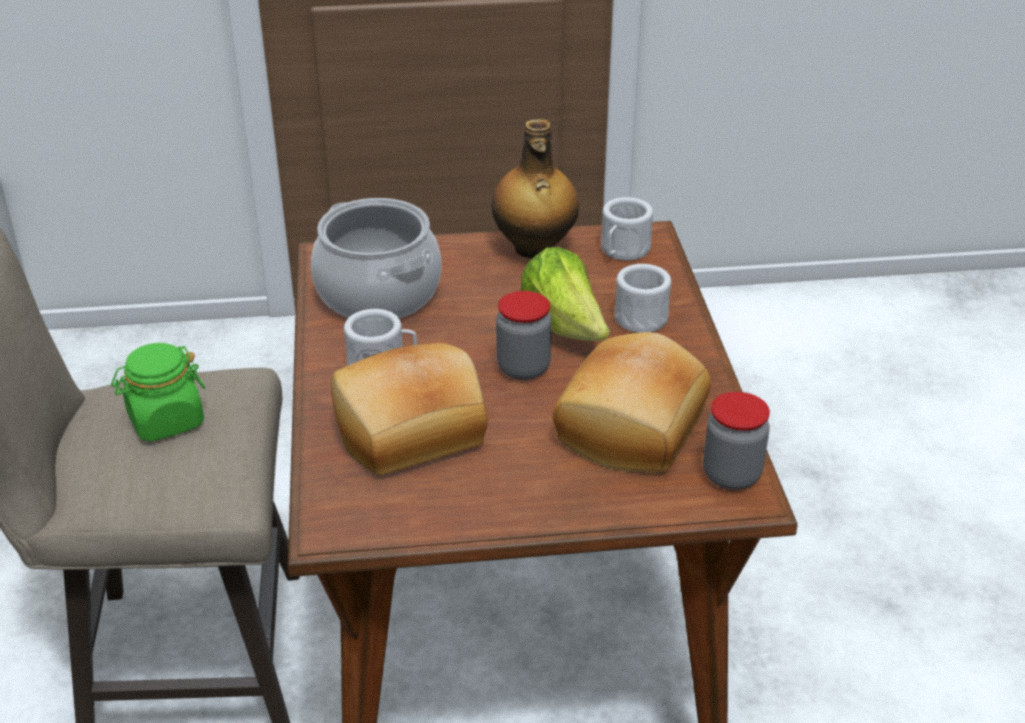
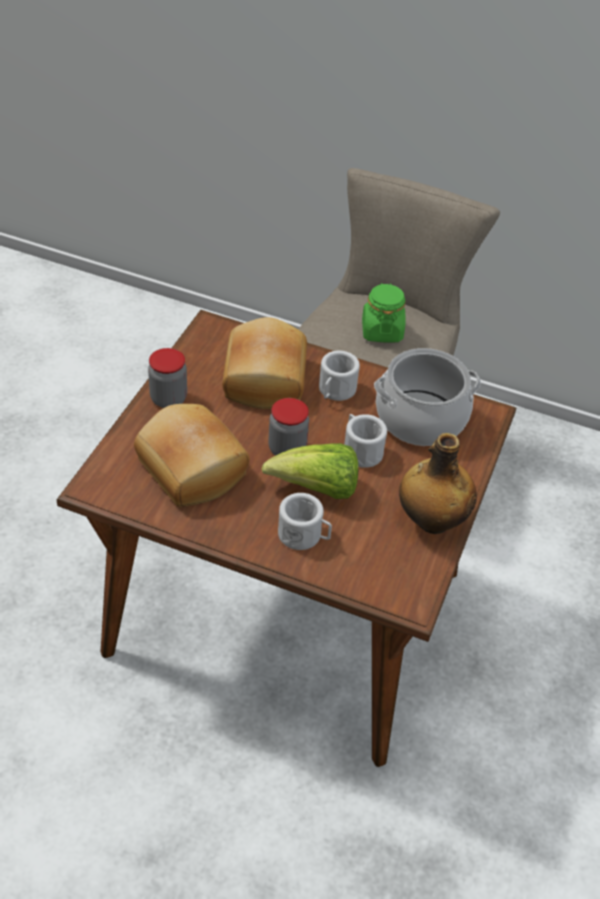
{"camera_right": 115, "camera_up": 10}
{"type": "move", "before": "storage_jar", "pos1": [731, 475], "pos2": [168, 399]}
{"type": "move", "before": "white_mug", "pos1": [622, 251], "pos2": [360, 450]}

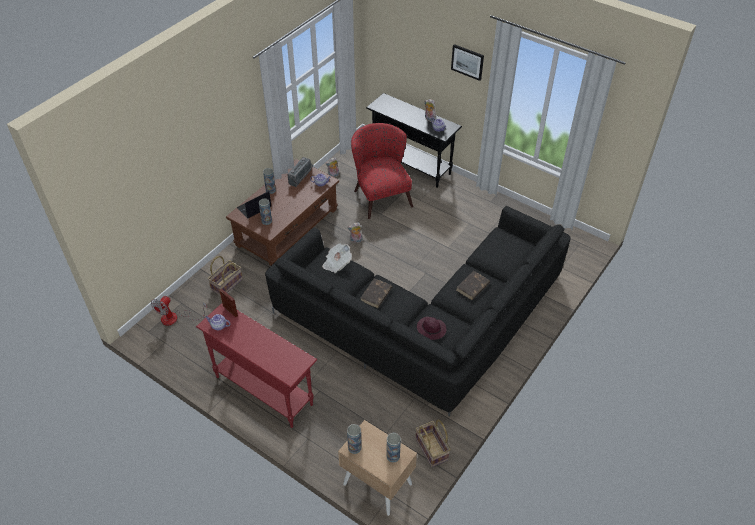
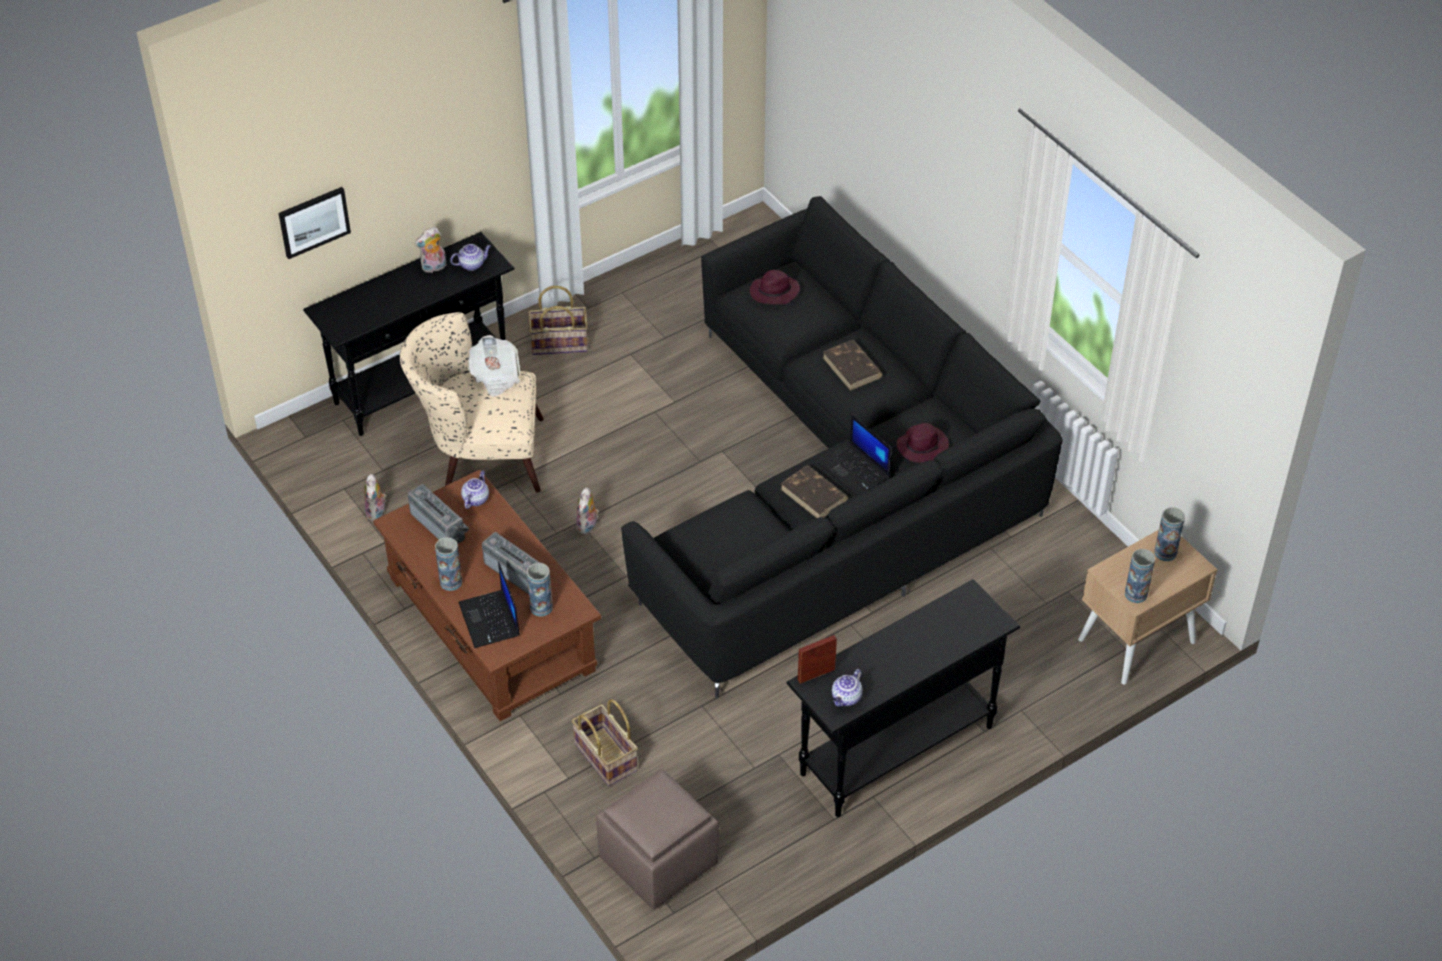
{"camera_right": -70, "camera_up": 0}
{"type": "move", "before": "picture", "pos1": [467, 62], "pos2": [314, 221]}
{"type": "recolor", "before": "red-coloured_armchair", "after": "beige-coloured_armchair", "pos1": [380, 195], "pos2": [479, 455]}
{"type": "move", "before": "printed_paper", "pos1": [337, 263], "pos2": [495, 376]}
{"type": "insert", "after": "radio_receiver", "pos2": [517, 572]}
{"type": "move", "before": "basket", "pos1": [432, 449], "pos2": [559, 342]}
{"type": "replace", "before": "fan", "after": "brownish_pouffe", "pos1": [175, 318], "pos2": [658, 859]}
{"type": "insert", "after": "purplish_hat", "pos2": [773, 293]}
{"type": "recolor", "before": "red-coloured_narrow_table", "after": "blackish_narrow_table", "pos1": [264, 390], "pos2": [895, 750]}
{"type": "insert", "after": "portable_computer", "pos2": [855, 470]}

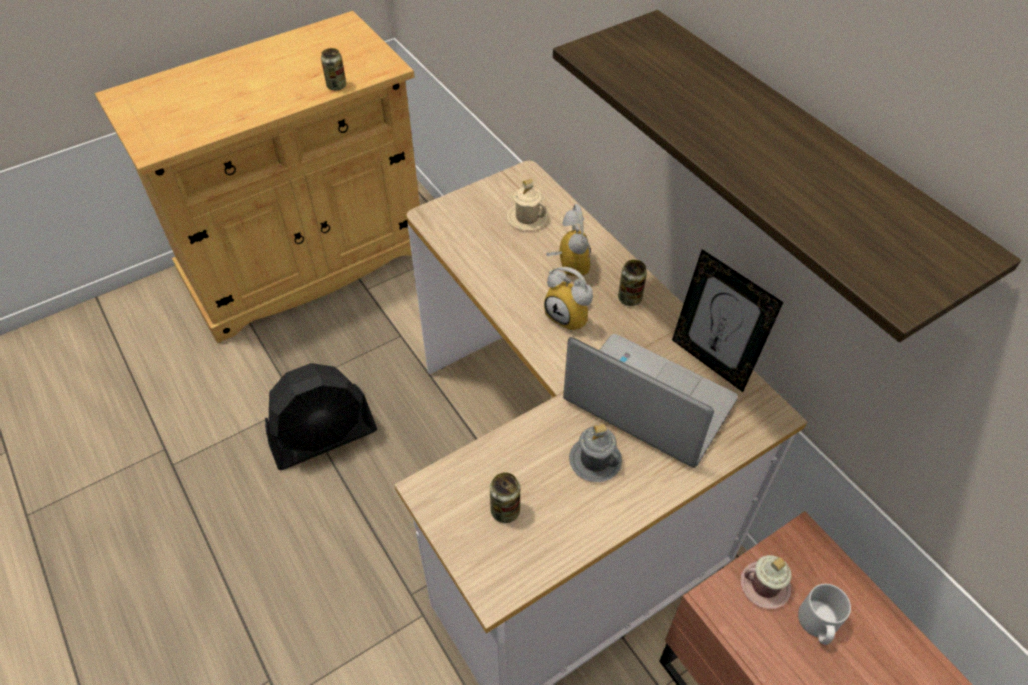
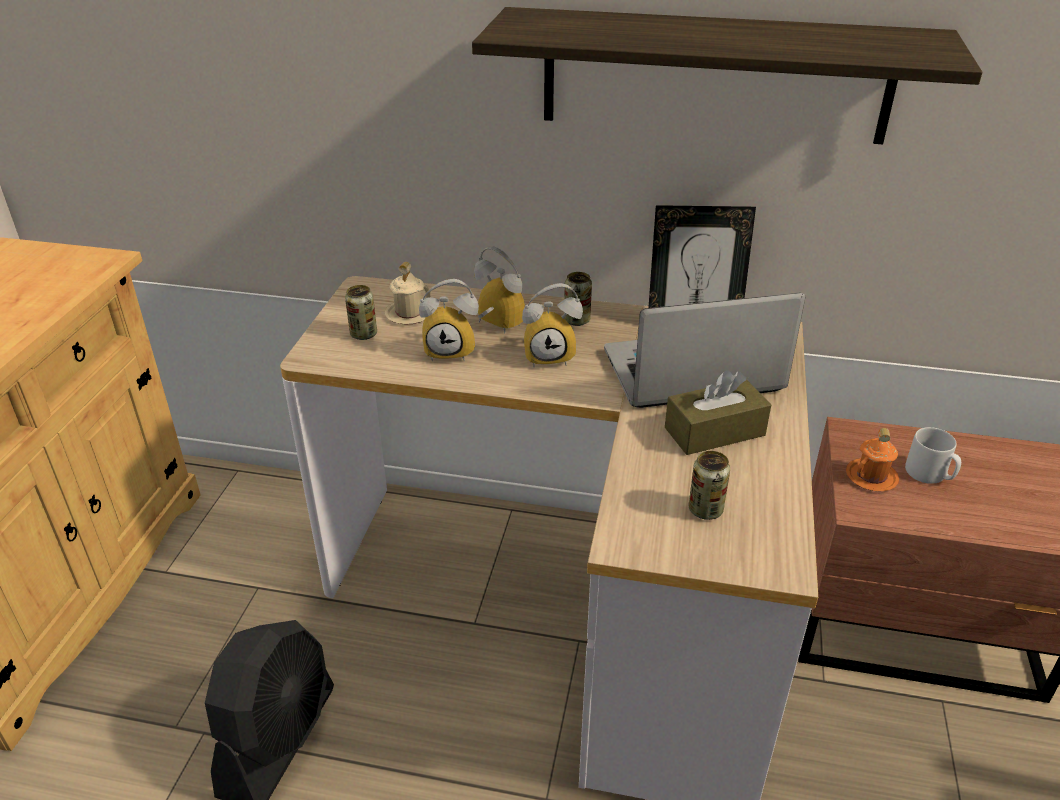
{"camera_right": -45, "camera_up": -15}
{"type": "move", "before": "can", "pos1": [336, 86], "pos2": [363, 334]}
{"type": "insert", "after": "alarm_clock", "pos2": [452, 351]}
{"type": "replace", "before": "greyish_mug", "after": "brownish_tissue_holder", "pos1": [595, 460], "pos2": [714, 431]}
{"type": "recolor", "before": "pink_mug", "after": "orange_mug", "pos1": [765, 586], "pos2": [871, 477]}

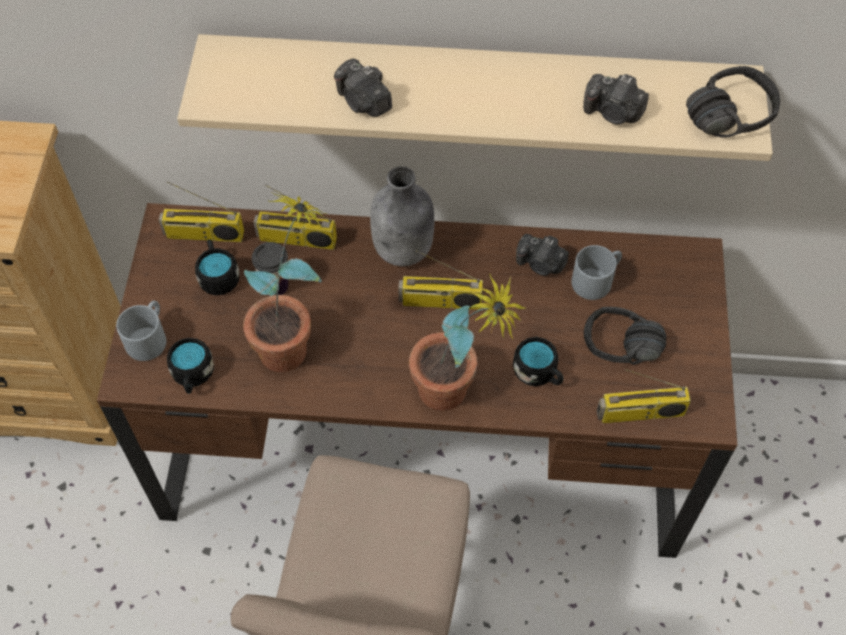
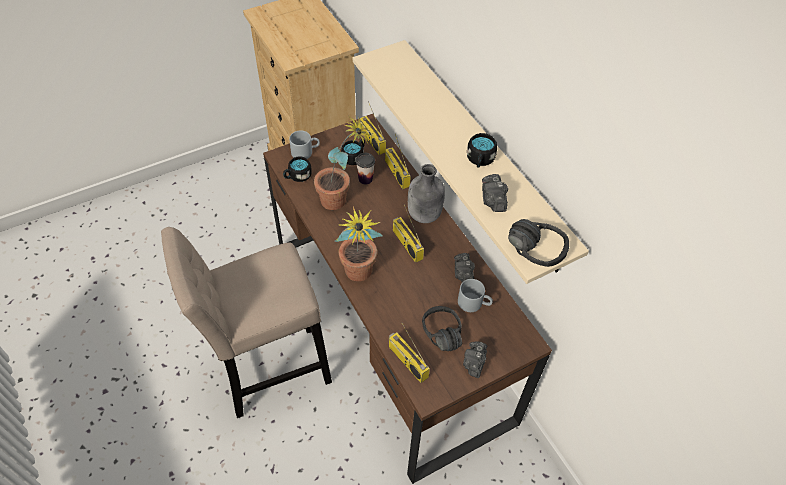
{"camera_right": 55, "camera_up": -5}
{"type": "move", "before": "still_camera", "pos1": [363, 102], "pos2": [474, 364]}
{"type": "move", "before": "blackish_mug", "pos1": [538, 373], "pos2": [479, 160]}

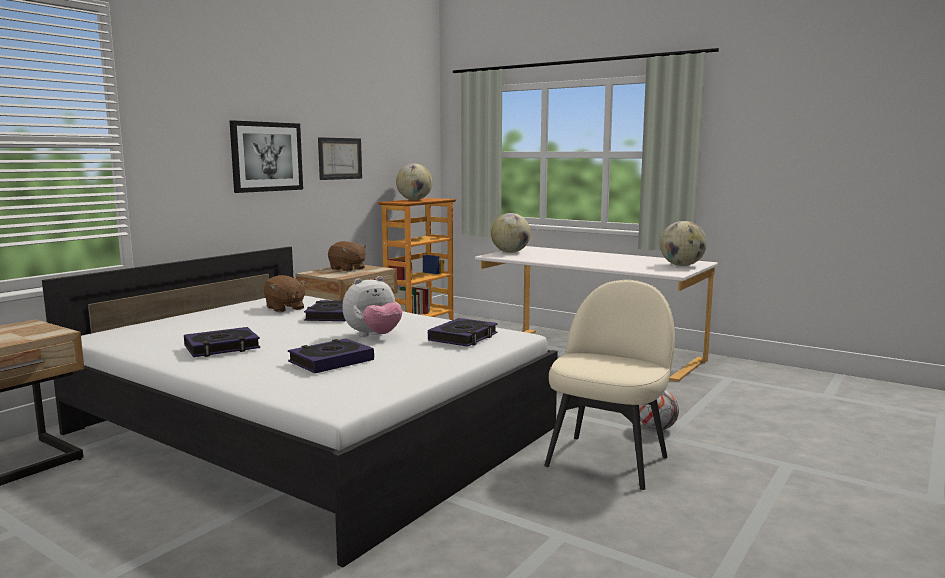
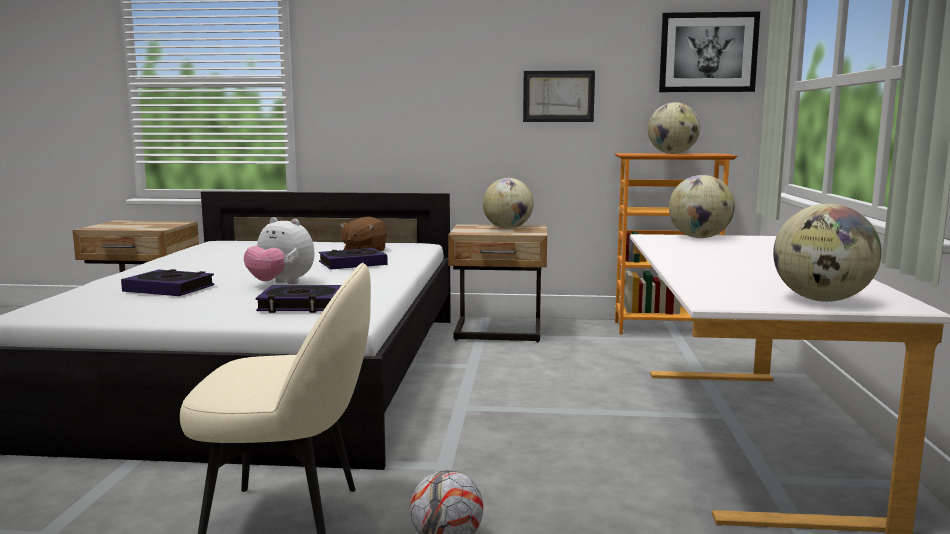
{"camera_right": 60, "camera_up": 0}
{"type": "replace", "before": "brownish_soft_toy", "after": "desk_globe", "pos1": [347, 269], "pos2": [508, 228]}
{"type": "move", "before": "picture", "pos1": [266, 156], "pos2": [708, 52]}
{"type": "delete", "before": "volume", "pos1": [222, 347]}

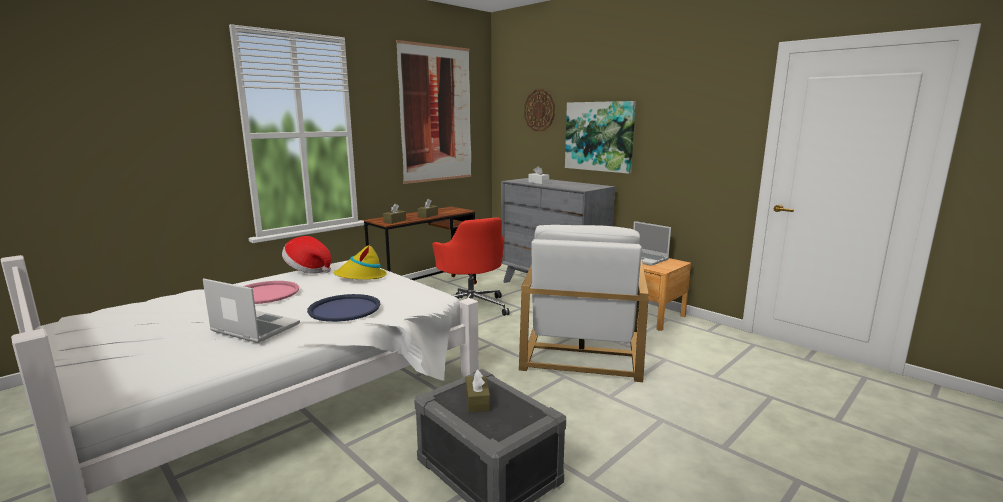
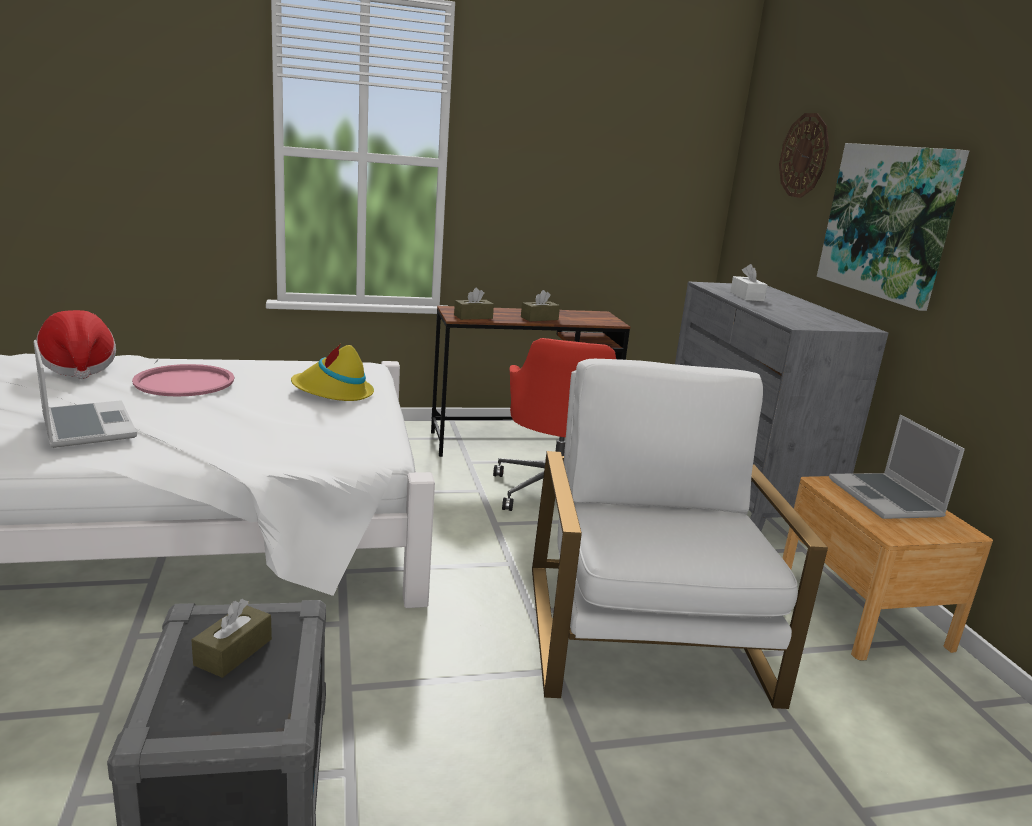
{"camera_right": 30, "camera_up": 5}
{"type": "move", "before": "hat", "pos1": [308, 270], "pos2": [78, 367]}
{"type": "rotate", "before": "white_armchair", "pos1": [581, 349], "pos2": [648, 633], "turn": 135}
{"type": "delete", "before": "blue-coloured_carrying_tray", "pos1": [344, 309]}
{"type": "delete", "before": "picture", "pos1": [436, 114]}

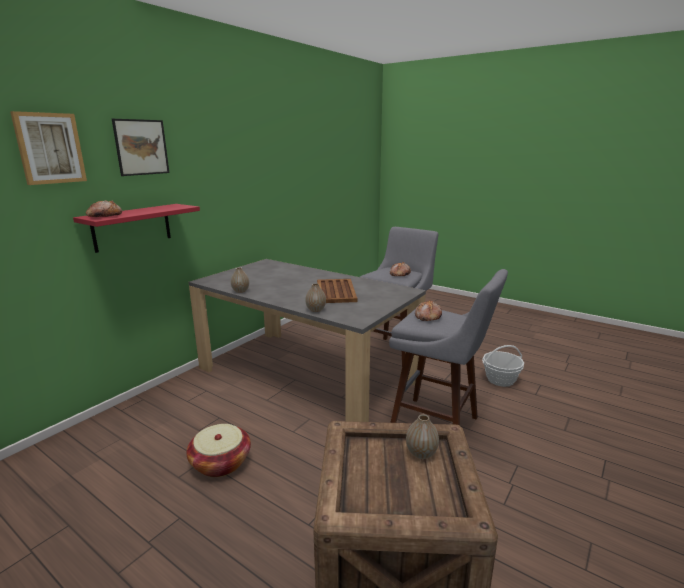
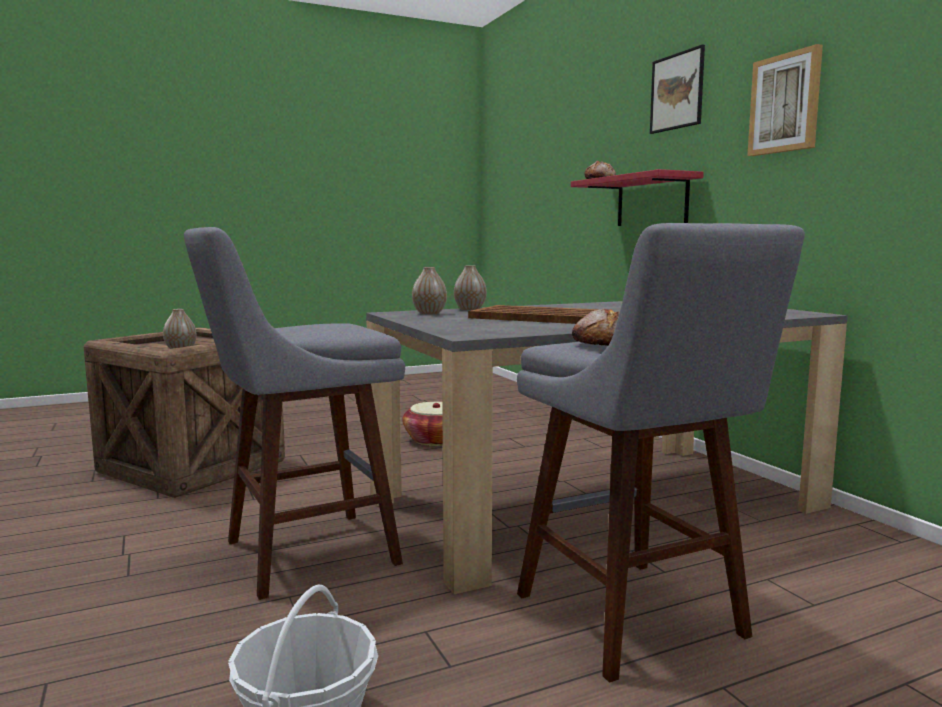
{"camera_right": 120, "camera_up": -10}
{"type": "move", "before": "decorative_vase", "pos1": [240, 291], "pos2": [429, 313]}
{"type": "move", "before": "picture", "pos1": [50, 148], "pos2": [785, 103]}
{"type": "delete", "before": "bread", "pos1": [427, 316]}

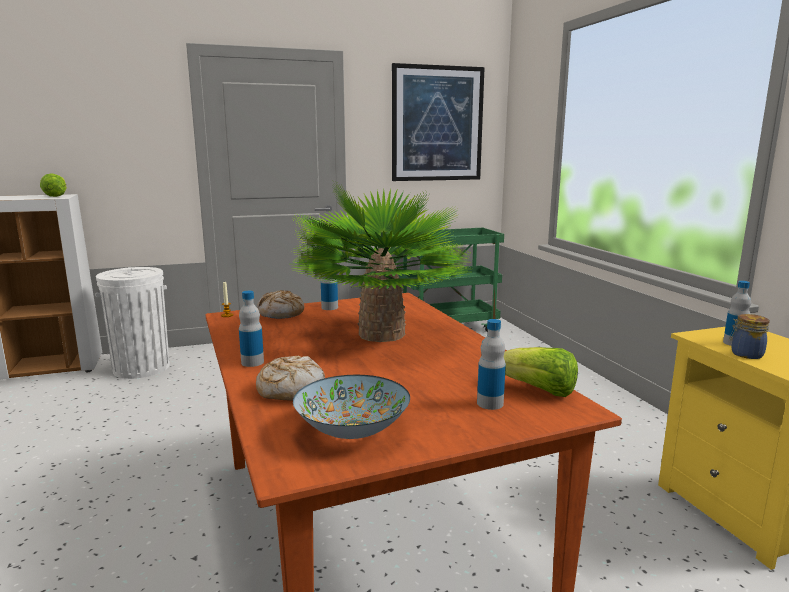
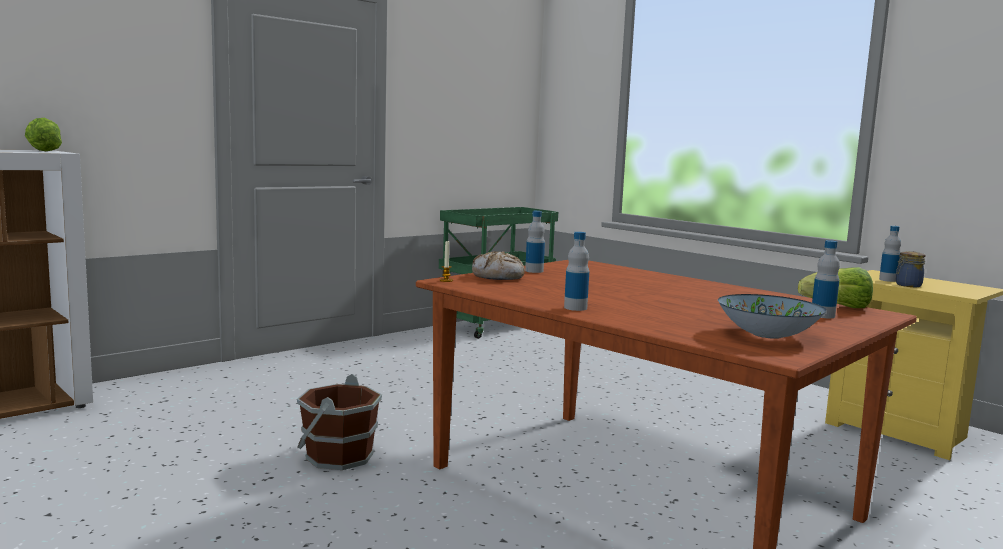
{"camera_right": -25, "camera_up": -5}
{"type": "insert", "after": "brownish_water_bucket", "pos2": [338, 456]}
{"type": "delete", "before": "white_trash_can", "pos1": [141, 368]}
{"type": "delete", "before": "bread", "pos1": [290, 389]}
{"type": "delete", "before": "potted_plant", "pos1": [382, 334]}
{"type": "delete", "before": "picture", "pos1": [437, 124]}

